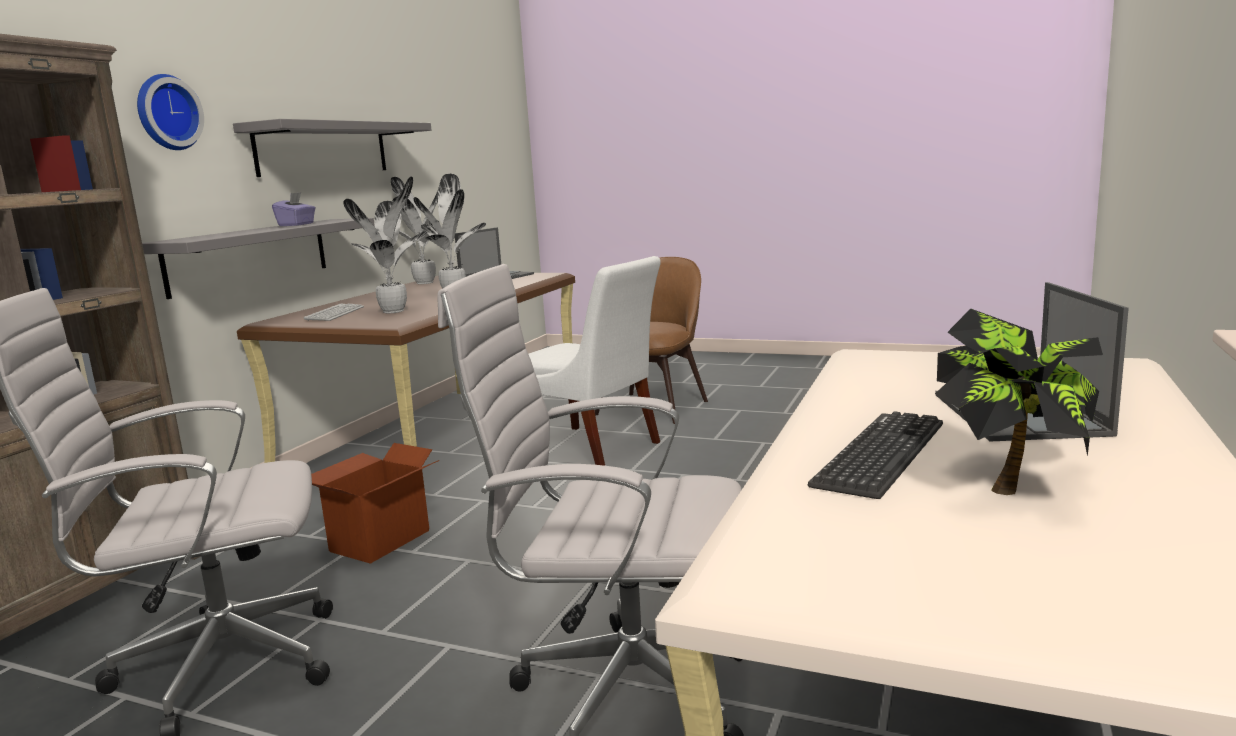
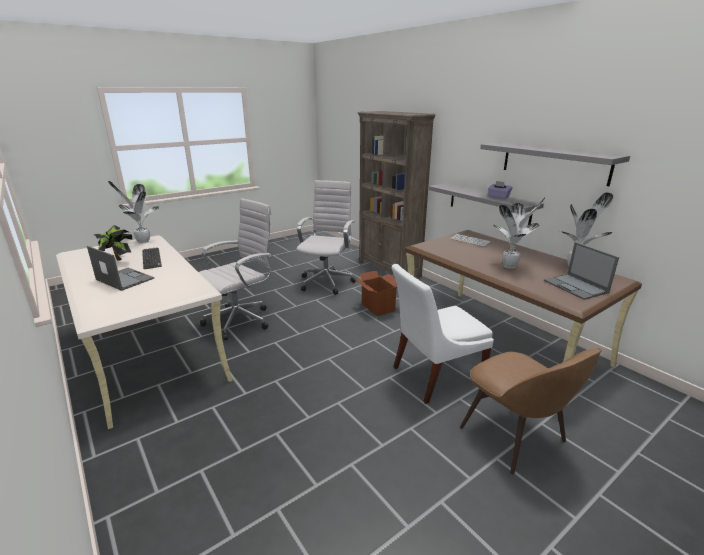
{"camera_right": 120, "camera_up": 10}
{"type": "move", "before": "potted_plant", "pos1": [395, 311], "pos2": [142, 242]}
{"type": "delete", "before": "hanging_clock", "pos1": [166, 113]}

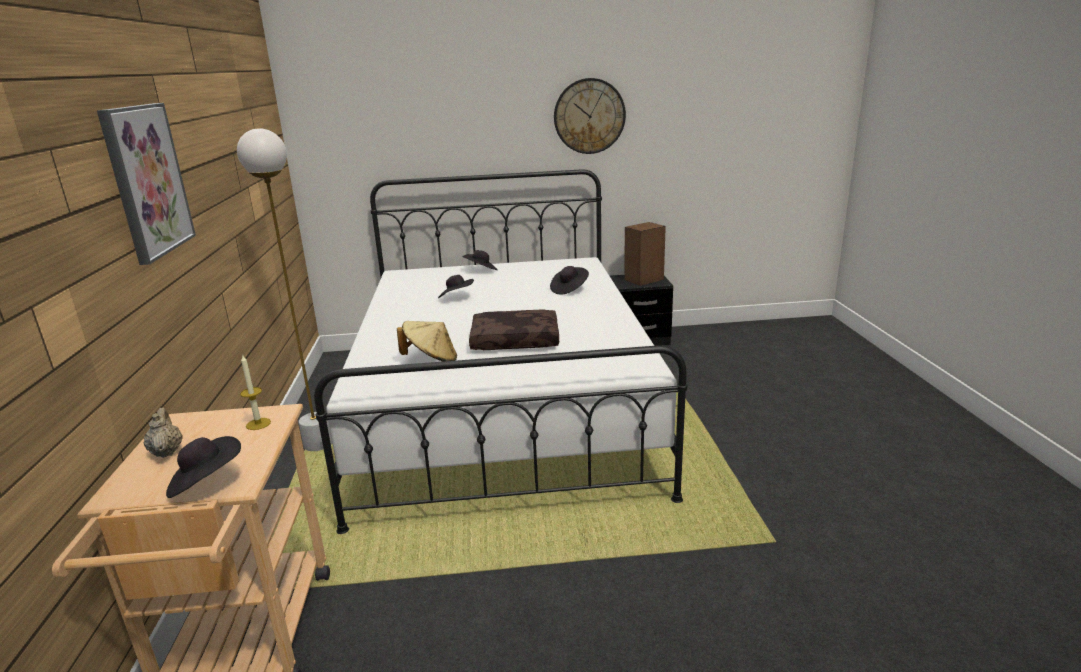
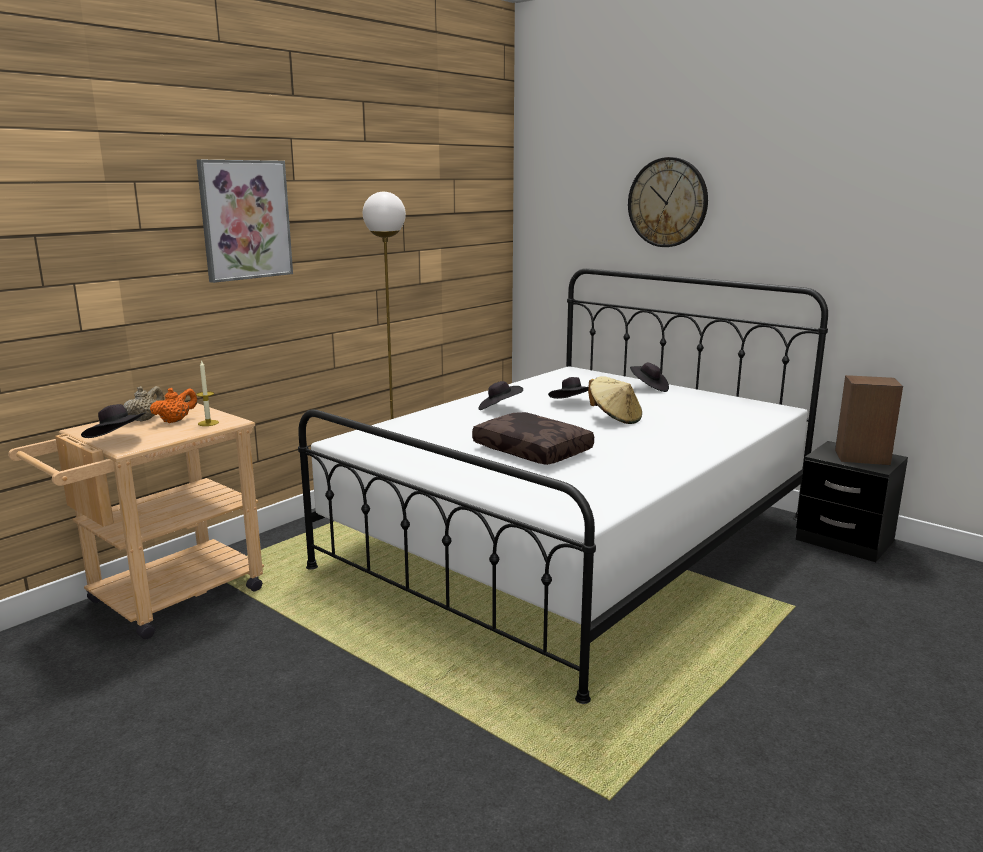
{"camera_right": 45, "camera_up": -5}
{"type": "insert", "after": "orange_pot_for_tea", "pos2": [175, 421]}
{"type": "move", "before": "blackish_hat", "pos1": [569, 289], "pos2": [499, 409]}
{"type": "move", "before": "beige-coloured_hat", "pos1": [431, 360], "pos2": [615, 418]}
{"type": "move", "before": "hanging_clock", "pos1": [589, 116], "pos2": [667, 202]}

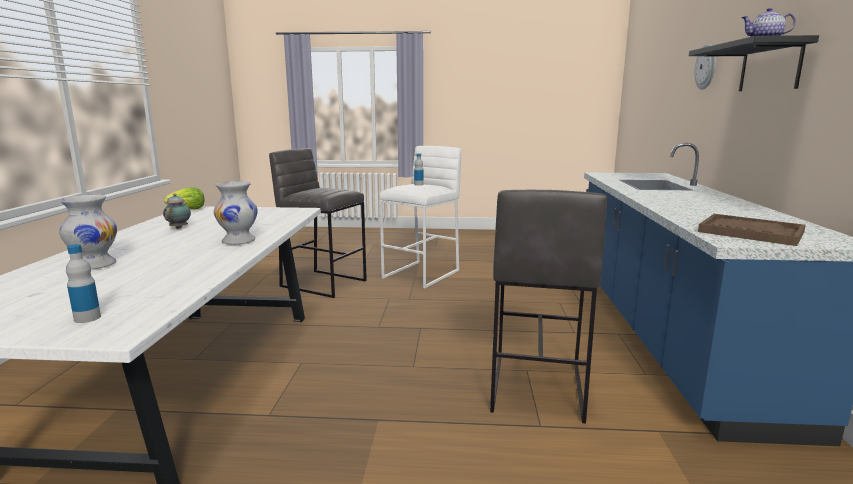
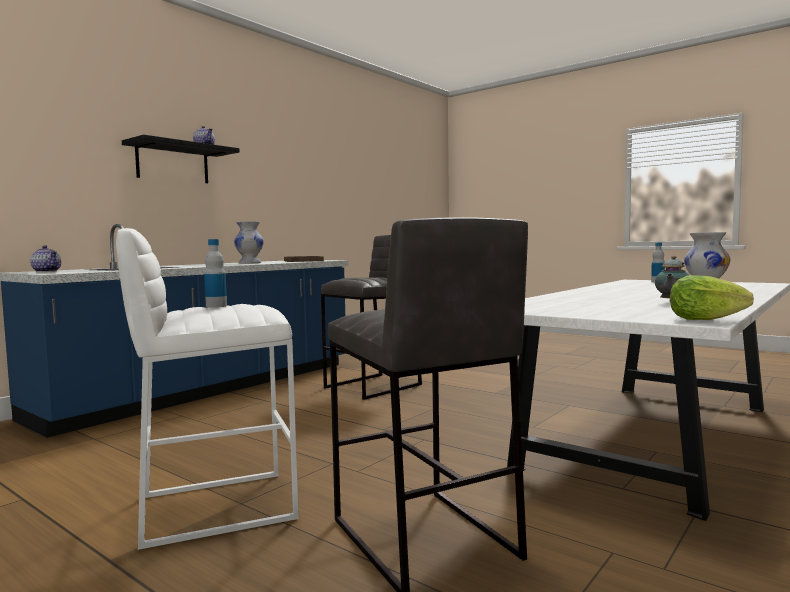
{"camera_right": -145, "camera_up": -10}
{"type": "insert", "after": "pot_for_tea", "pos2": [47, 271]}
{"type": "move", "before": "white_decorative_vase", "pos1": [238, 241], "pos2": [250, 263]}
{"type": "delete", "before": "hanging_clock", "pos1": [706, 66]}

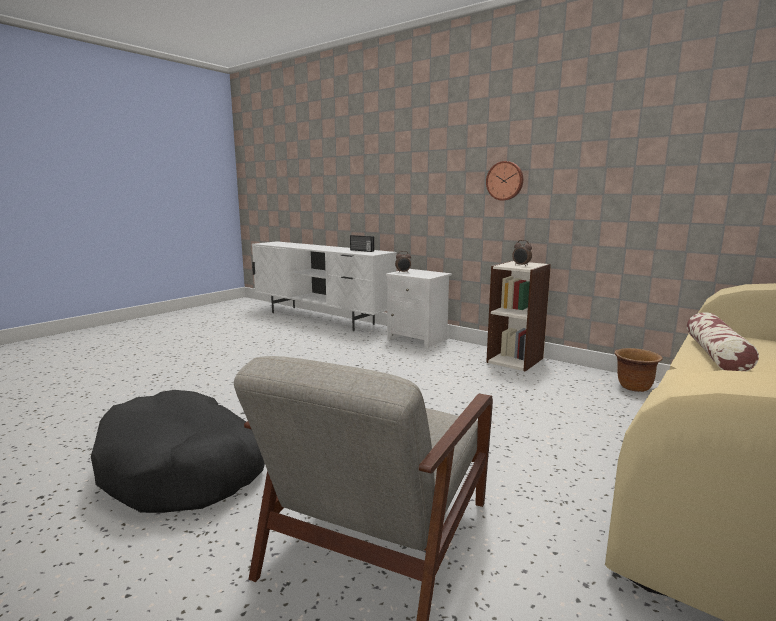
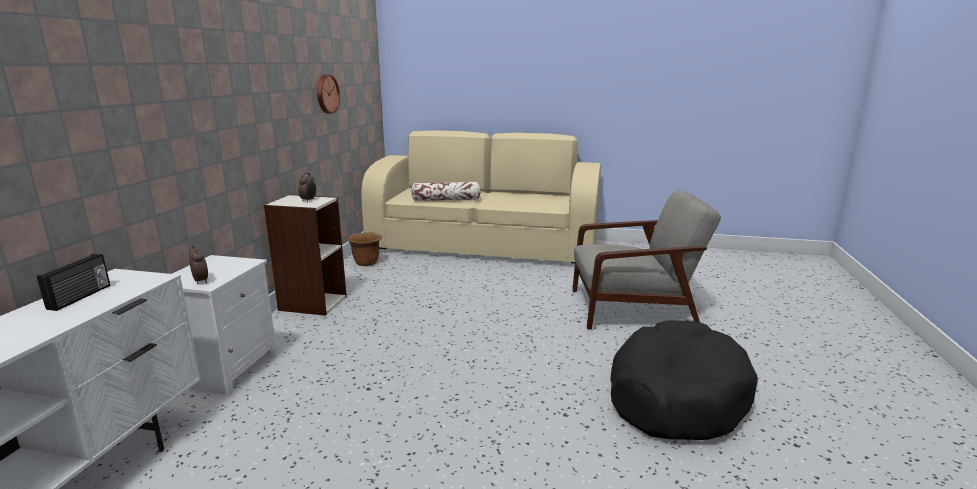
{"camera_right": -115, "camera_up": 5}
{"type": "move", "before": "hanging_clock", "pos1": [505, 181], "pos2": [326, 94]}

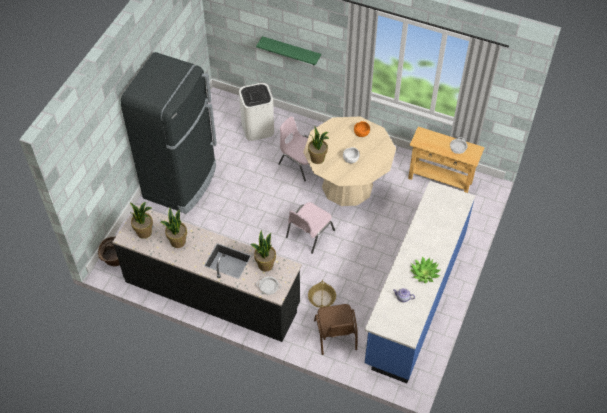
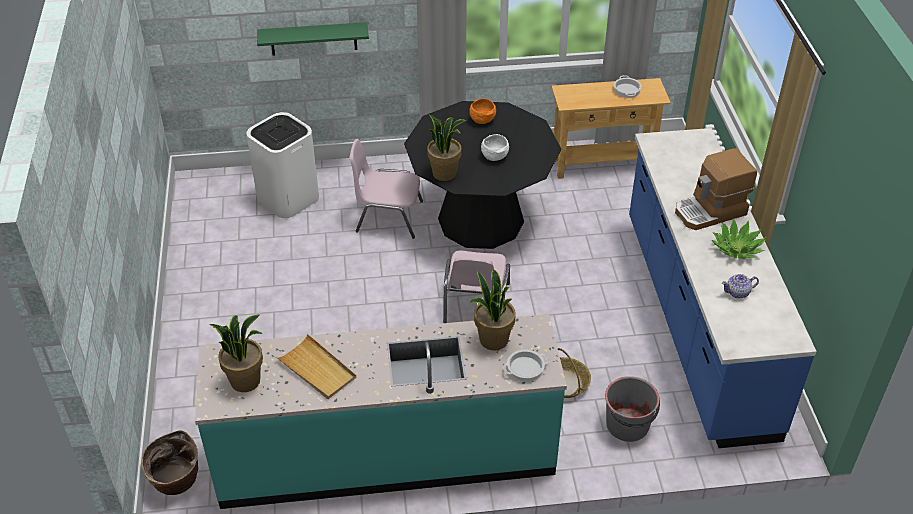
{"camera_right": -30, "camera_up": -10}
{"type": "recolor", "before": "blackish_counter", "after": "turquoise-coloured_counter", "pos1": [212, 293], "pos2": [386, 455]}
{"type": "replace", "before": "potted_plant", "after": "beige-coloured_carrying_tray", "pos1": [177, 242], "pos2": [317, 369]}
{"type": "recolor", "before": "beige-coloured_dinner_table", "after": "blackish_dinner_table", "pos1": [347, 186], "pos2": [480, 220]}
{"type": "replace", "before": "brownish_plain_chair", "after": "greyish_water_bucket", "pos1": [335, 335], "pos2": [628, 425]}
{"type": "insert", "after": "coffee_machine", "pos2": [710, 212]}
{"type": "delete", "before": "blackish_refrigerator", "pos1": [181, 182]}

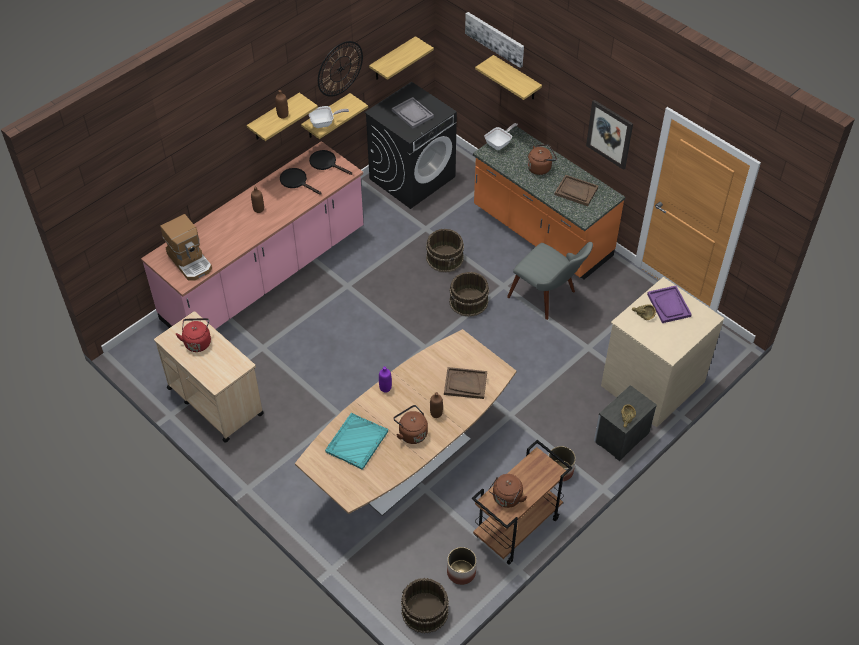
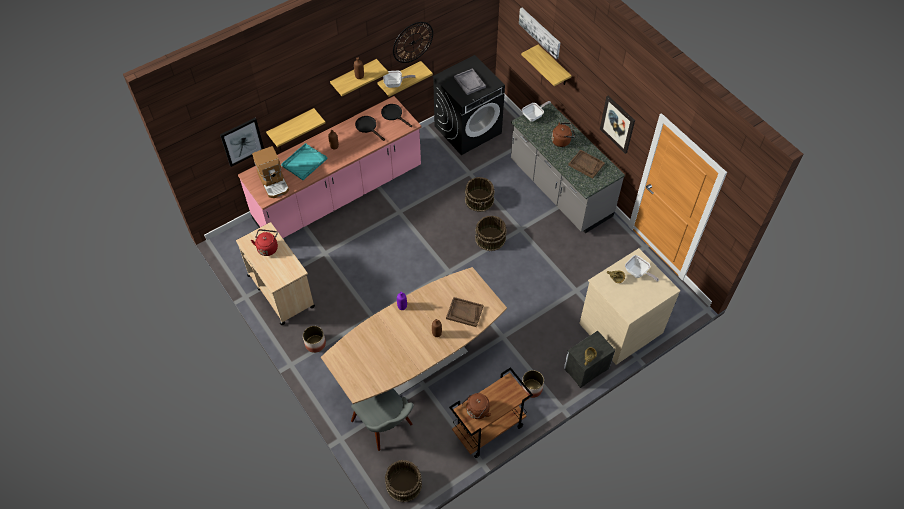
{"camera_right": 10, "camera_up": 5}
{"type": "insert", "after": "picture", "pos2": [242, 141]}
{"type": "move", "before": "wall_shelf", "pos1": [392, 59], "pos2": [291, 126]}
{"type": "move", "before": "turquoise-coloured_carrying_tray", "pos1": [356, 442], "pos2": [304, 162]}
{"type": "move", "before": "plant_pot", "pos1": [461, 572], "pos2": [315, 344]}
{"type": "move", "before": "greyish_plain_chair", "pos1": [548, 297], "pos2": [387, 427]}
{"type": "recolor", "before": "orange_counter", "after": "greyish_counter", "pos1": [541, 233], "pos2": [559, 189]}
{"type": "replace", "before": "purplish_carrying_tray", "after": "frying_pan", "pos1": [669, 305], "pos2": [638, 273]}
{"type": "delete", "before": "brownish_tea_kettle", "pos1": [411, 433]}

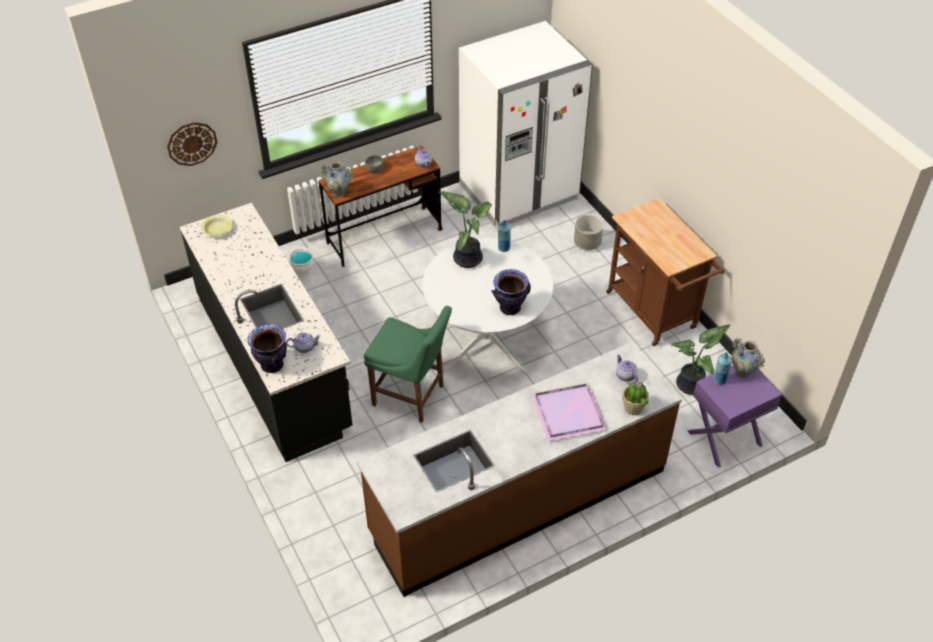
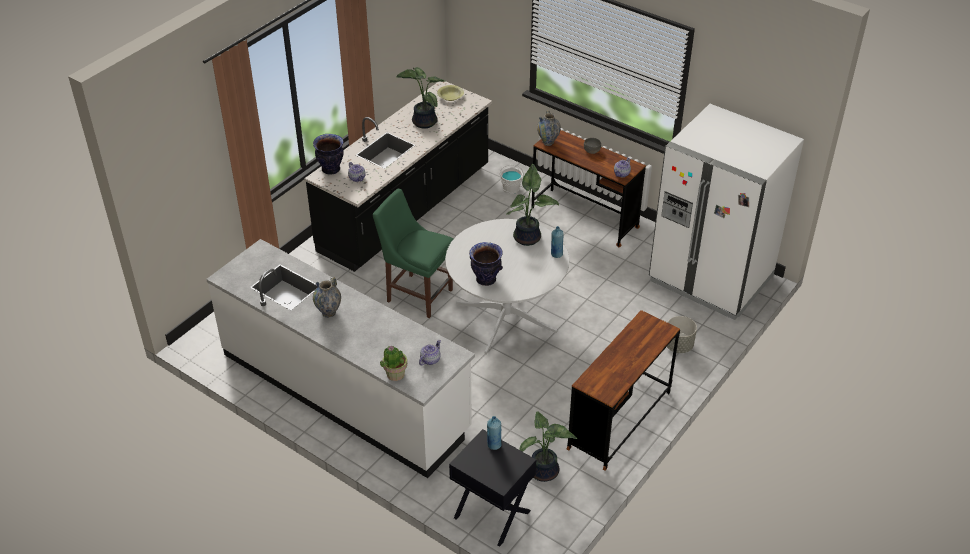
{"camera_right": 65, "camera_up": -5}
{"type": "recolor", "before": "brownish_counter", "after": "white_counter", "pos1": [518, 501], "pos2": [345, 391]}
{"type": "move", "before": "decorative_vase", "pos1": [742, 372], "pos2": [328, 312]}
{"type": "rotate", "before": "greenish_plain_chair", "pos1": [411, 397], "pos2": [417, 294], "turn": 120}
{"type": "insert", "after": "potted_plant", "pos2": [423, 122]}
{"type": "recolor", "before": "purplish_nightstand", "after": "blackish_nightstand", "pos1": [725, 439], "pos2": [491, 515]}
{"type": "replace", "before": "brownish_wheeled_cart", "after": "brownish_desk", "pos1": [655, 314], "pos2": [619, 421]}
{"type": "delete", "before": "hanging_clock", "pos1": [192, 143]}
{"type": "delete", "before": "purplish_carrying_tray", "pos1": [569, 414]}

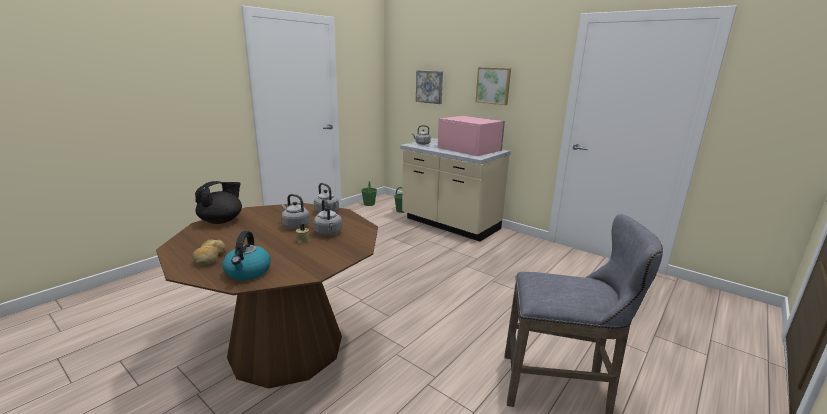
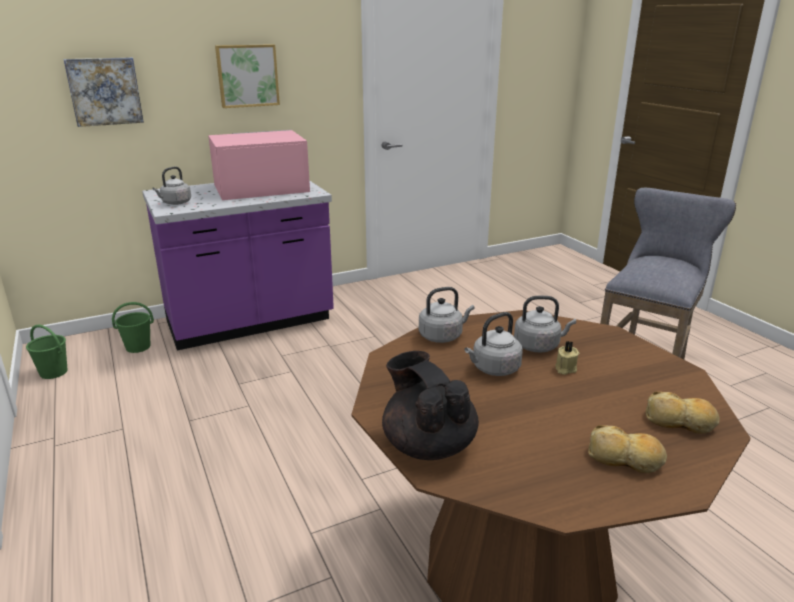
{"camera_right": -65, "camera_up": 5}
{"type": "recolor", "before": "beige-coloured_counter", "after": "purplish_counter", "pos1": [449, 224], "pos2": [250, 323]}
{"type": "replace", "before": "tea_kettle", "after": "bread", "pos1": [248, 272], "pos2": [680, 422]}

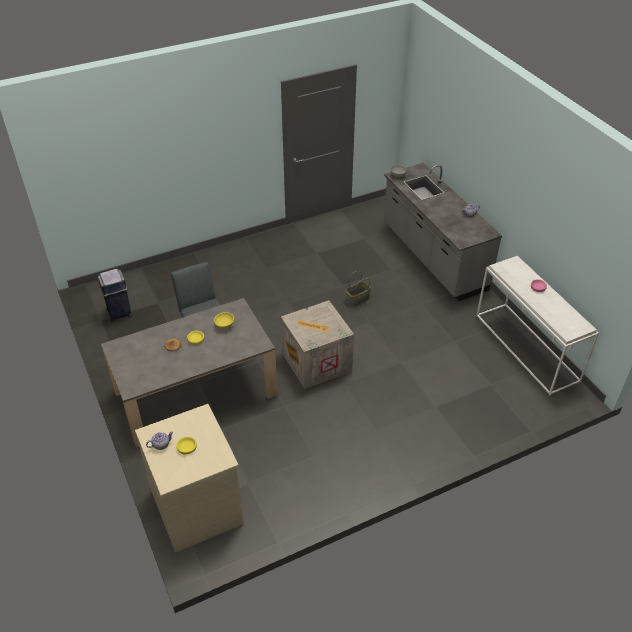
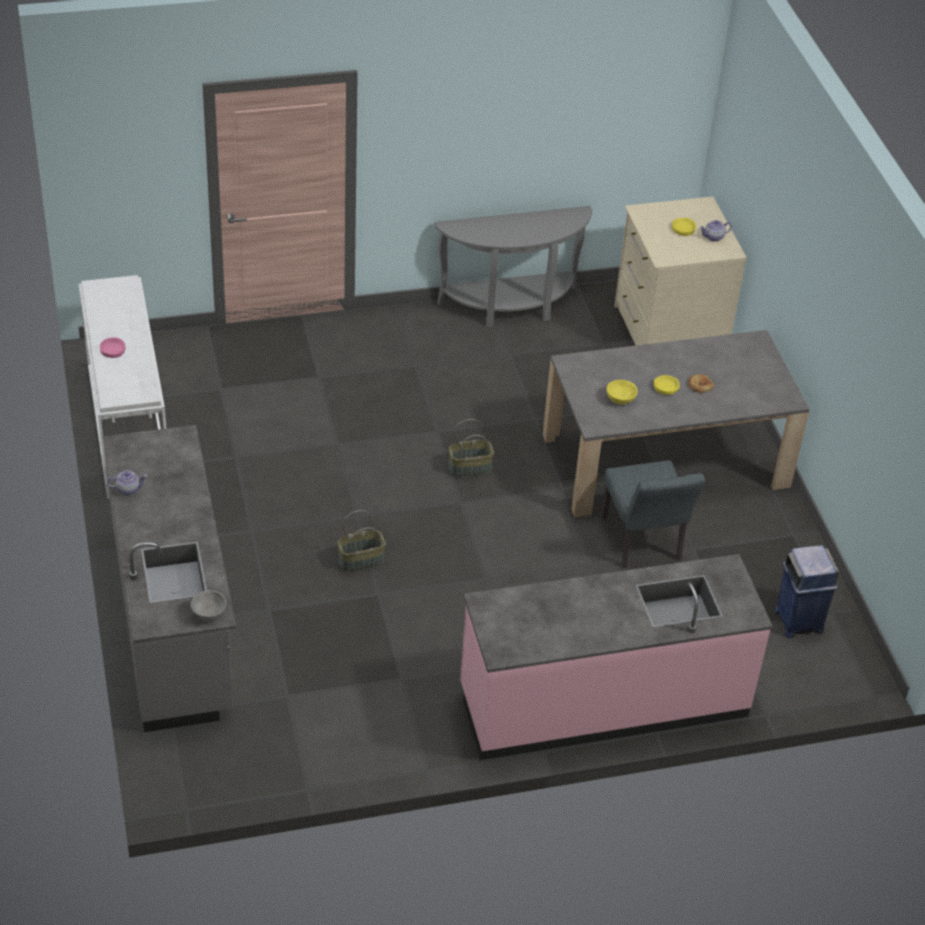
{"camera_right": -170, "camera_up": 0}
{"type": "insert", "after": "greyish_narrow_table", "pos2": [511, 307]}
{"type": "replace", "before": "shipping_crate", "after": "basket", "pos1": [316, 363], "pos2": [470, 467]}
{"type": "insert", "after": "pink_counter", "pos2": [603, 701]}

